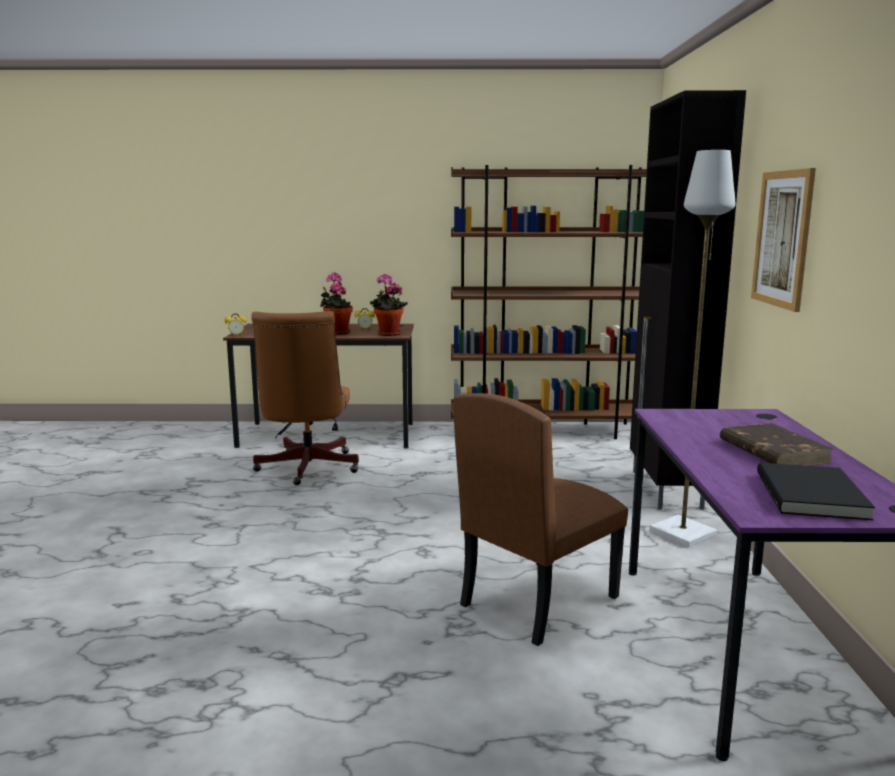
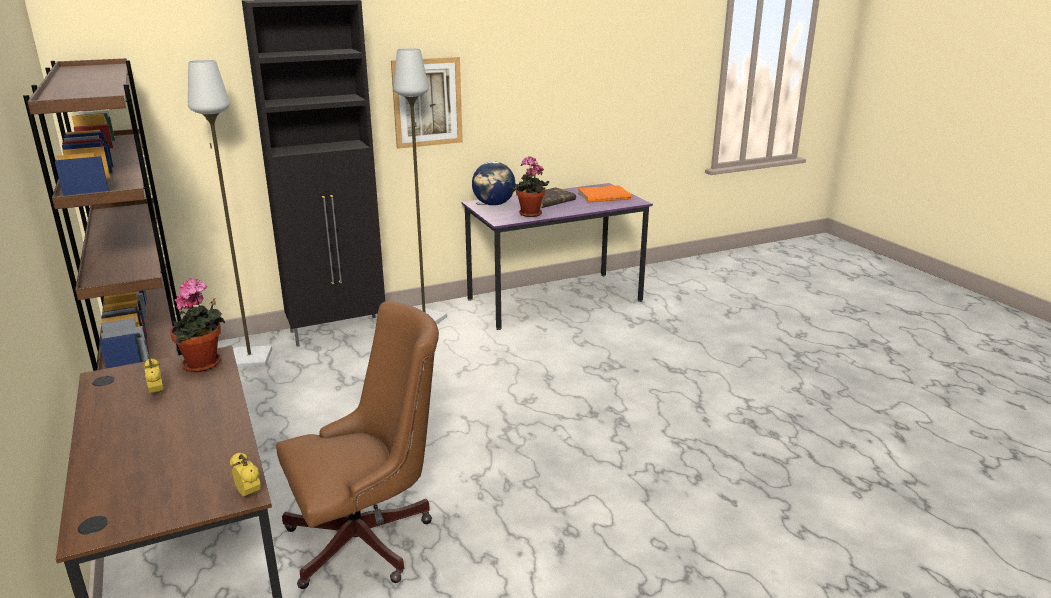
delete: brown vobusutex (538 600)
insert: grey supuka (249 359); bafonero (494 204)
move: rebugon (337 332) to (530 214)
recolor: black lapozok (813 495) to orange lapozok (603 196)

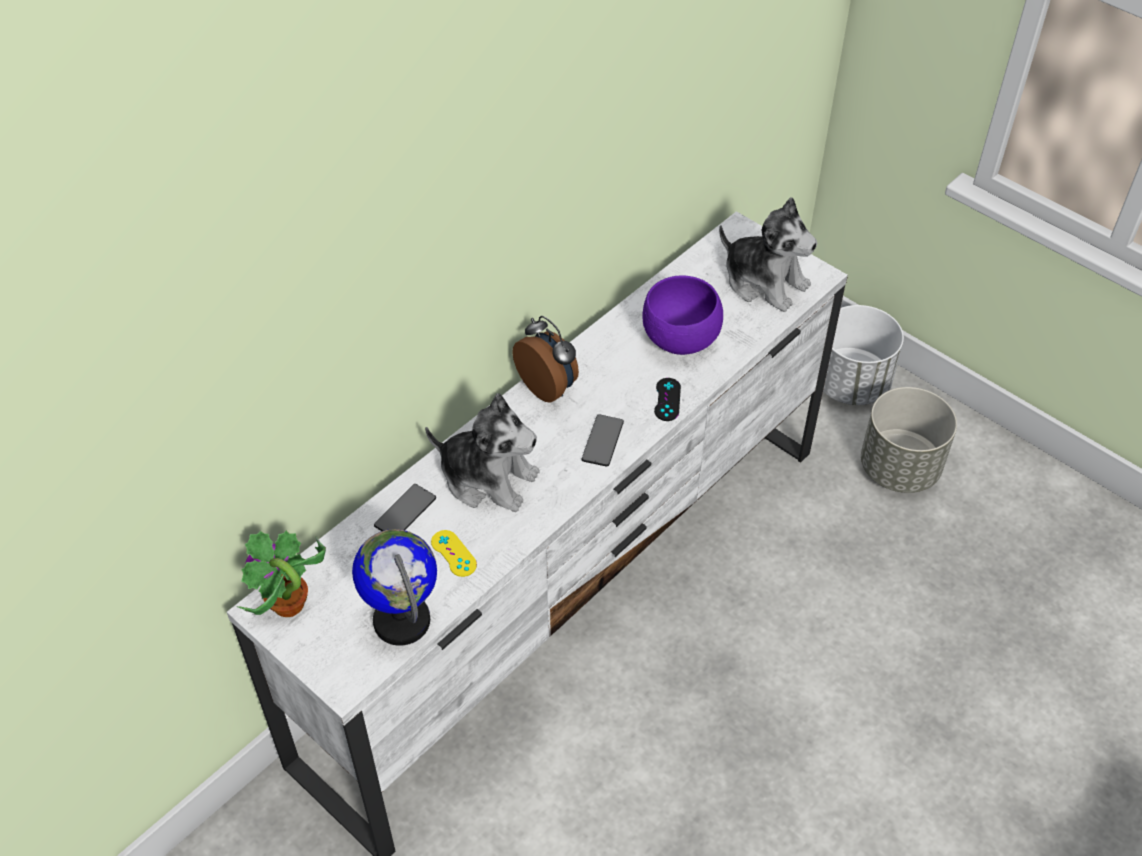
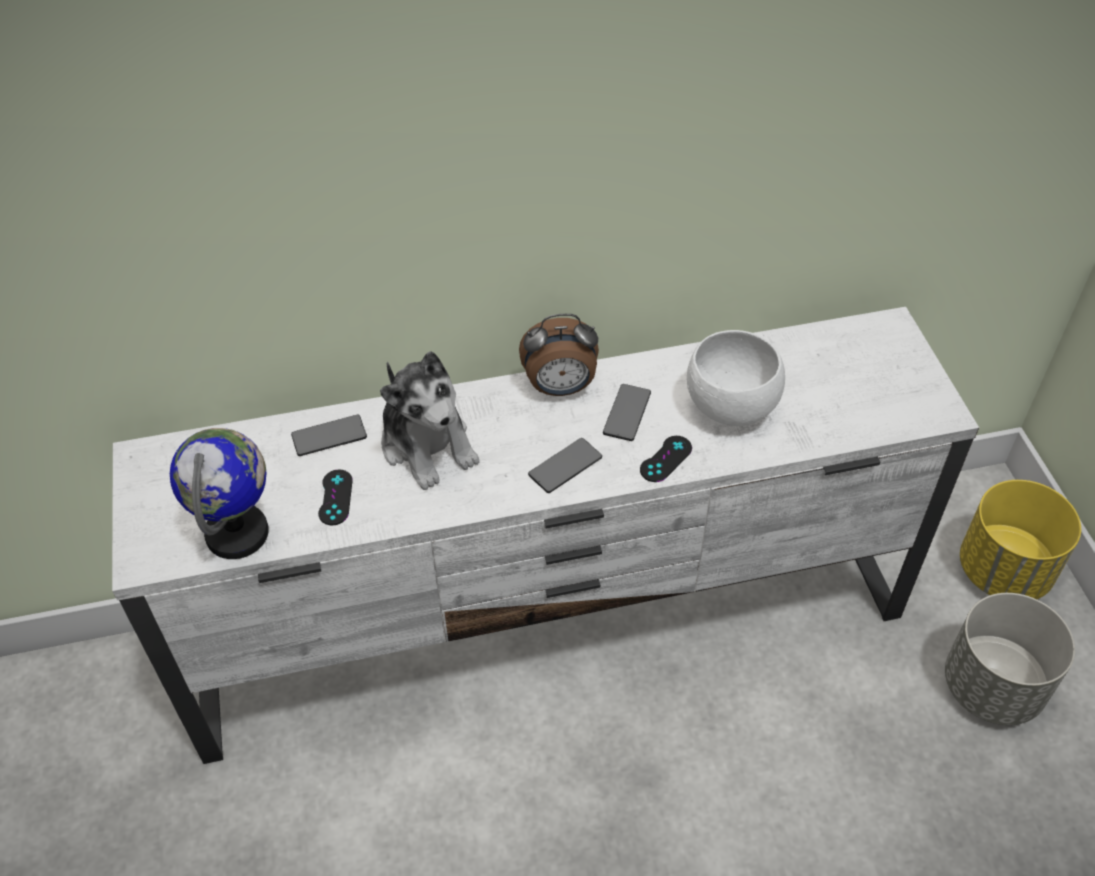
delete: rebugon (288 605); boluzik (764 282)
insert: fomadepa (627 413)
recolor: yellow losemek (453 553) to black losemek (335 497); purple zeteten (681 342) to white zeteten (731 409); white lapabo (851 384) to yellow lapabo (1004 571)
rotate: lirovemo (548 386) = (560 388) 90 degrees clockwise

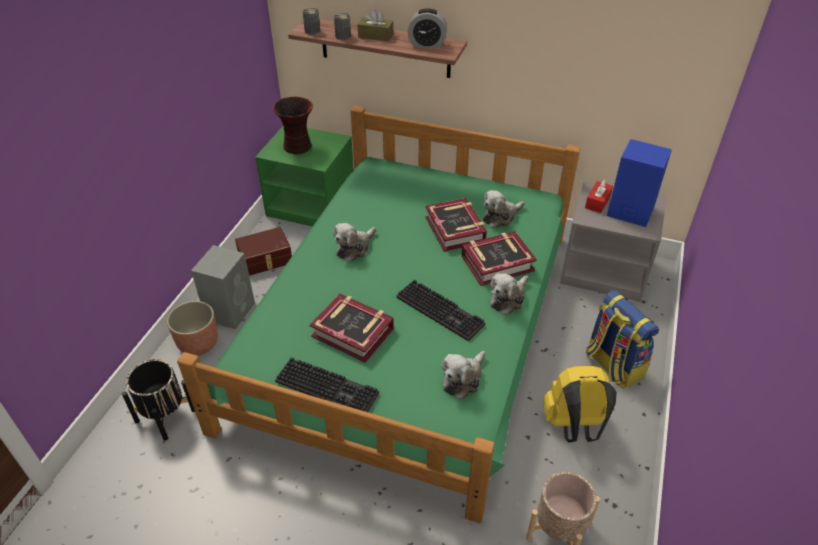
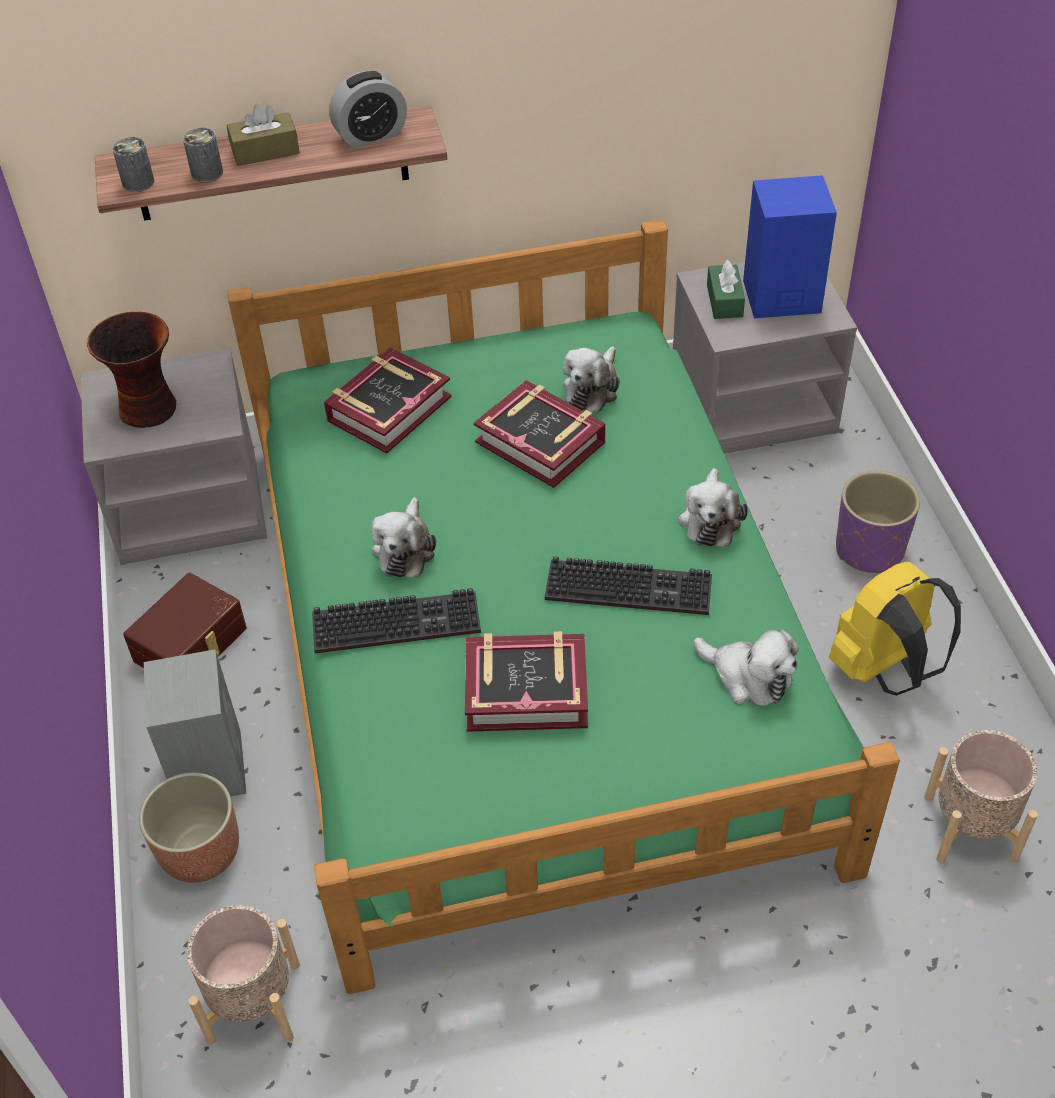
move: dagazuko (329 386) to (399 621); lapozok (497 263) to (388 409)
replace: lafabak (612 365) to purple lapabo (868 550)
recolor: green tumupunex (312 205) to grey tumupunex (191 506); black lapabo (165 416) to beige lapabo (254 1003); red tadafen (597 202) to green tadafen (724 301)
rotate: boluzik (463 379) = (748 677) 60 degrees counterclockwise

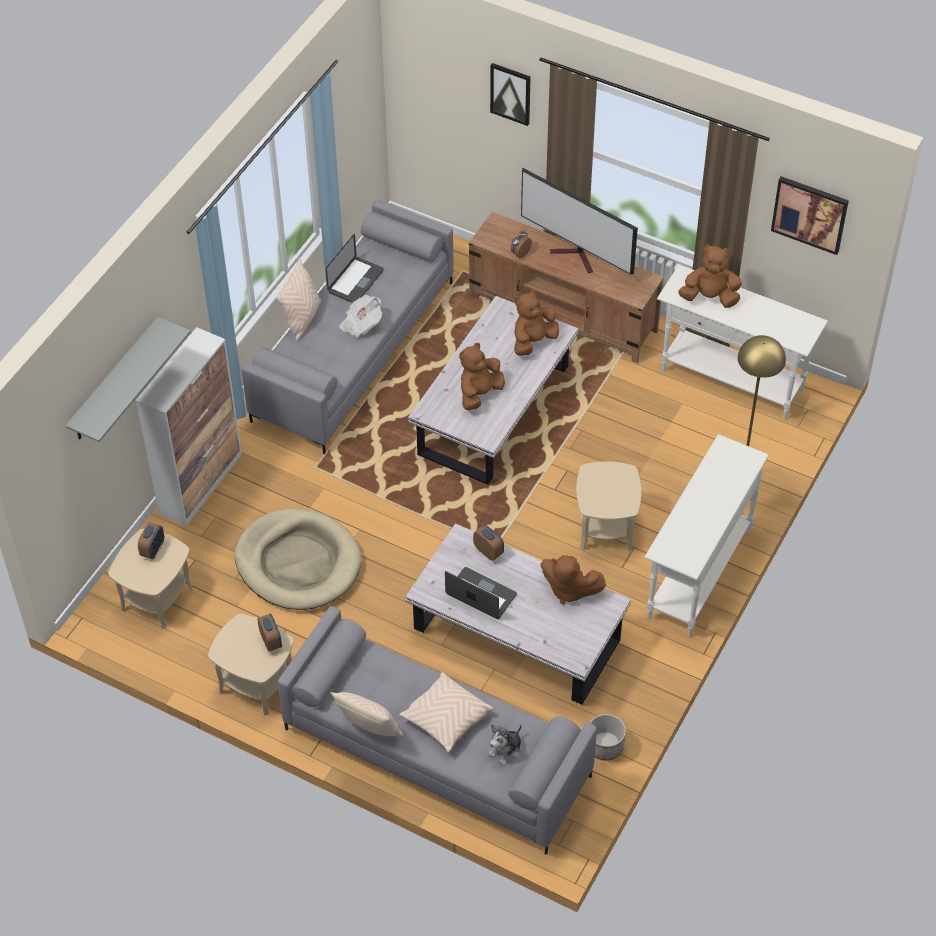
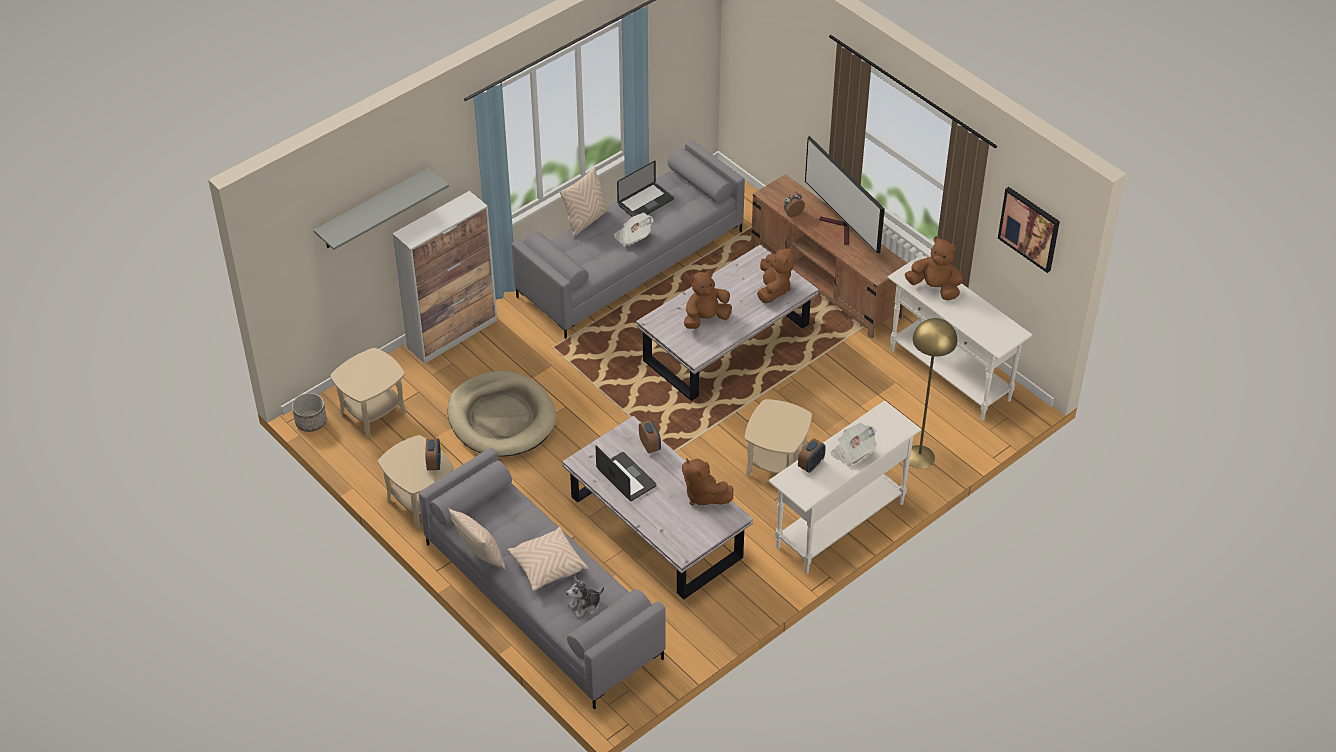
delete: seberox (511 93)
insert: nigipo (853 452)
move: lapabo (605 746) to (310 422); lirovemo (153 550) to (811 465)
rotate: brown boluzik (533 341) = (773 289) 120 degrees clockwise

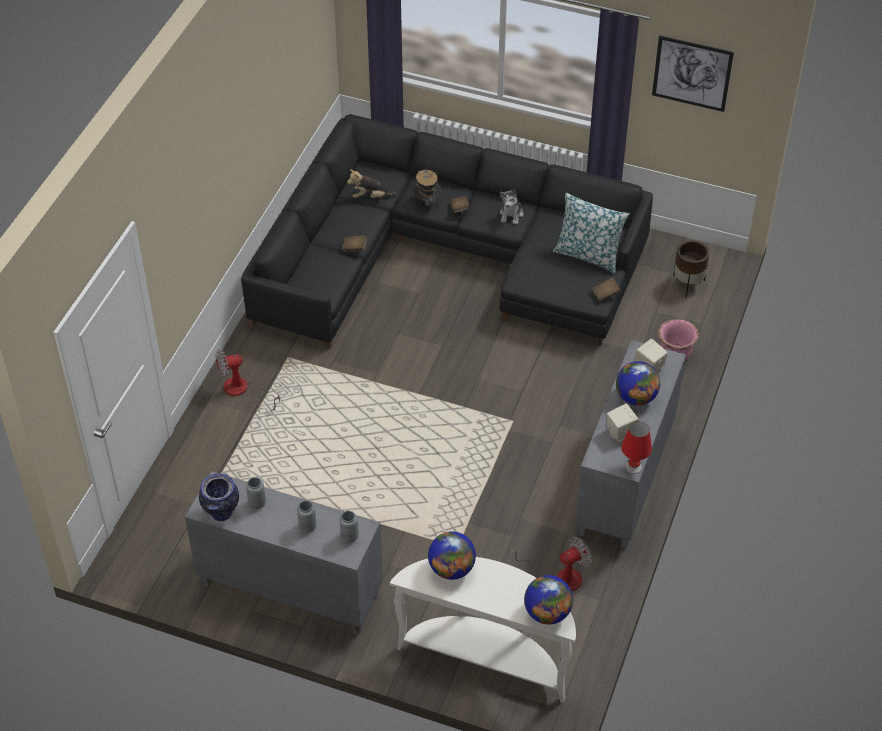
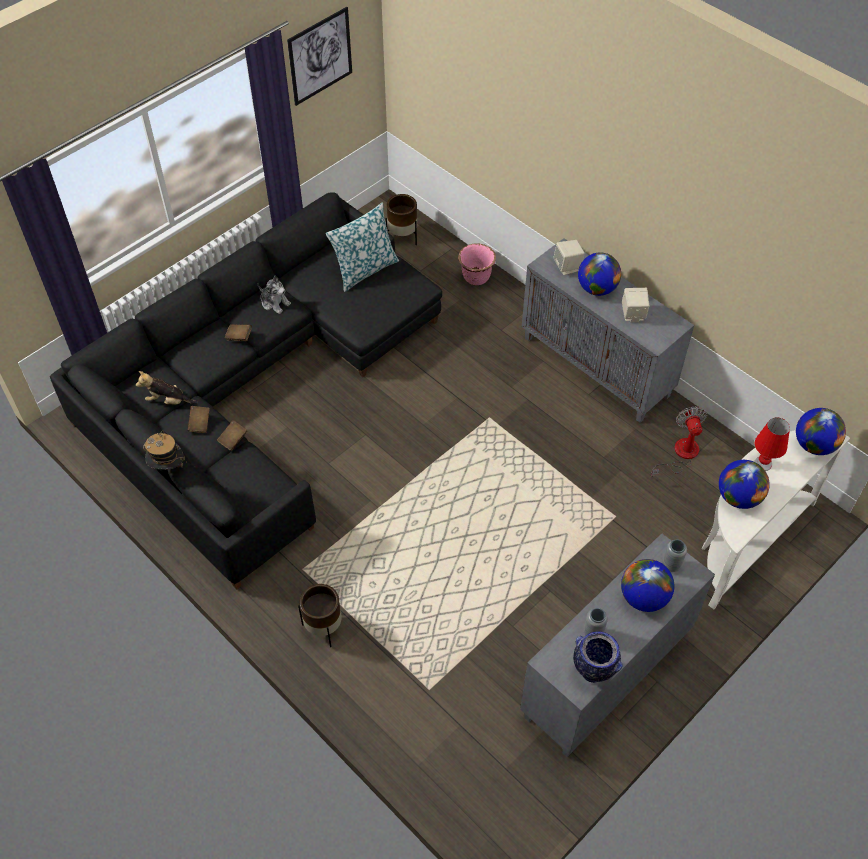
move: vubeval (426 202) to (168 467); brown lapozok (605 294) to (200 423); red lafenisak (633 467) to (763 463)
replace: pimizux (242 391) to brown lapabo (324 628); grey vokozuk (307 527) to bafonero (643 597)
rotate: boluzik (371 197) = (168 401) 75 degrees clockwise

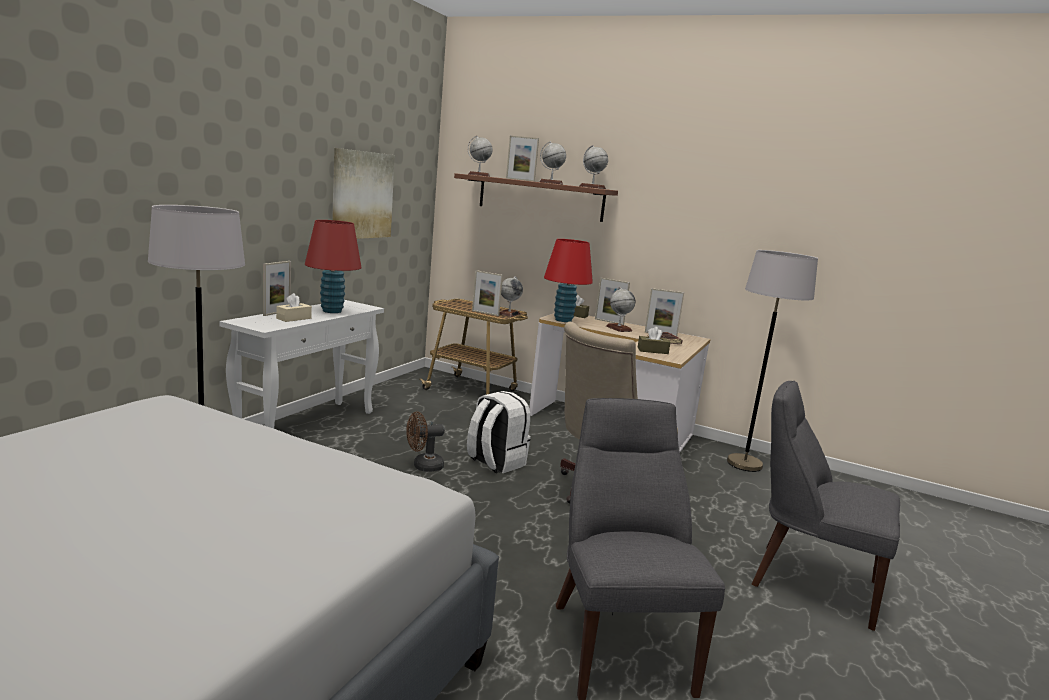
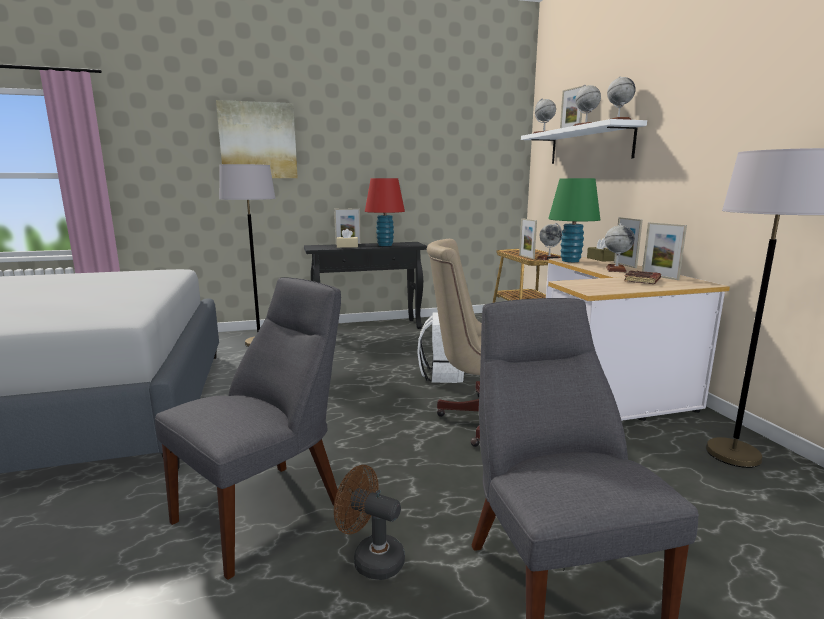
delete: brown tadafen (652 351)
move: seberox (362 195) to (258 141); brown pimizux (423 466) to (371 558)
recolor: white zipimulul (307 426) to black zipimulul (368 327); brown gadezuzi (540 198) to white gadezuzi (589 145); red lafenisak (563 320) to green lafenisak (570 261)

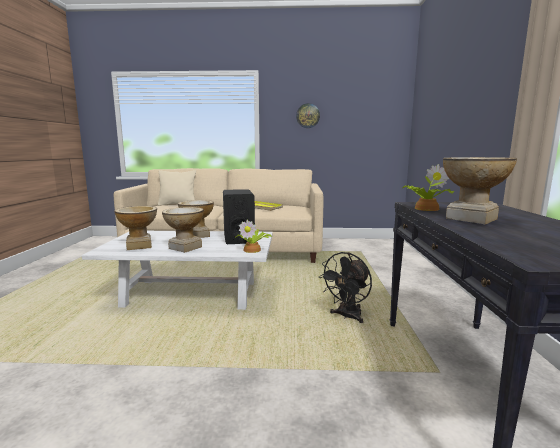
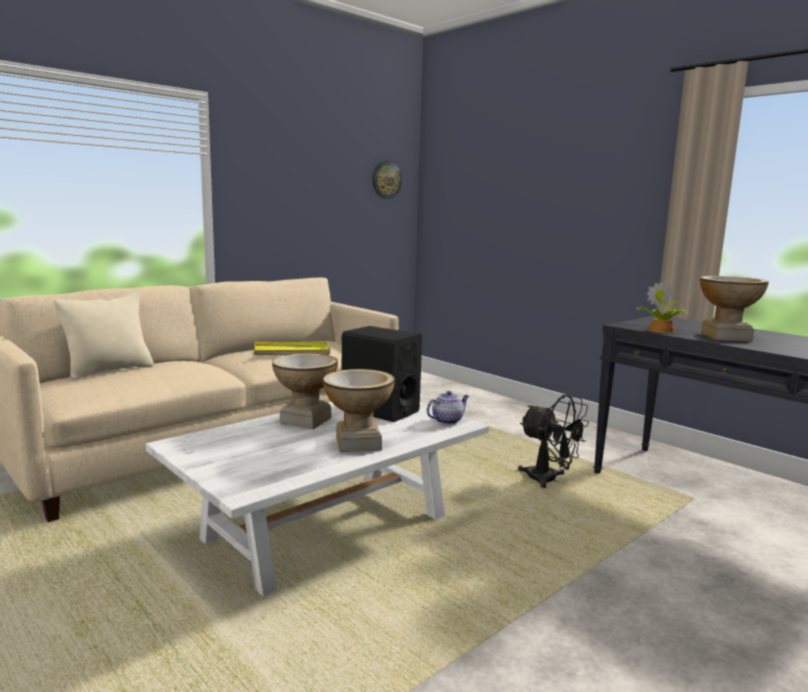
delete: vokozuk (139 246)
move: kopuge (308 115) to (386 180)
replace: rebugon (253 250) to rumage (447 420)
rotate: black pimizux (347 317) = (549 480) 45 degrees counterclockwise

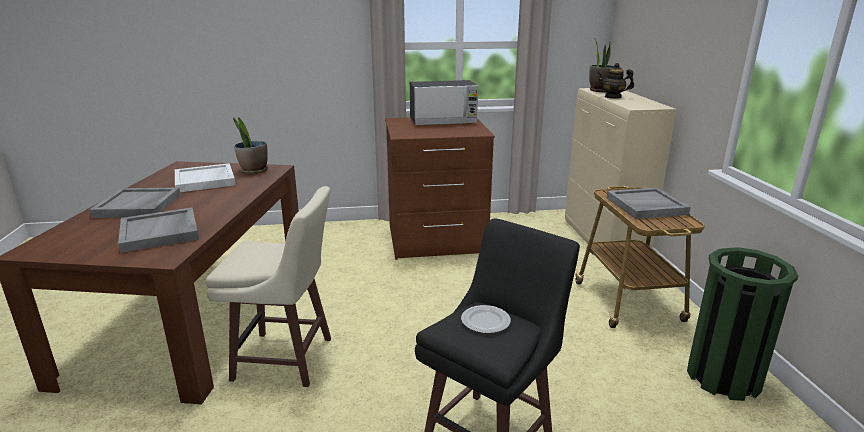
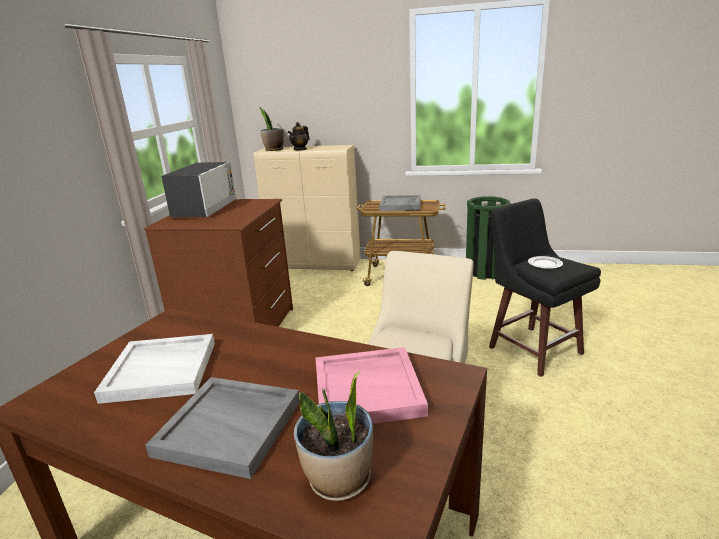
move: rebugon (254 171) to (339 480)
recolor: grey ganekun (160 233) to pink ganekun (368 389)

